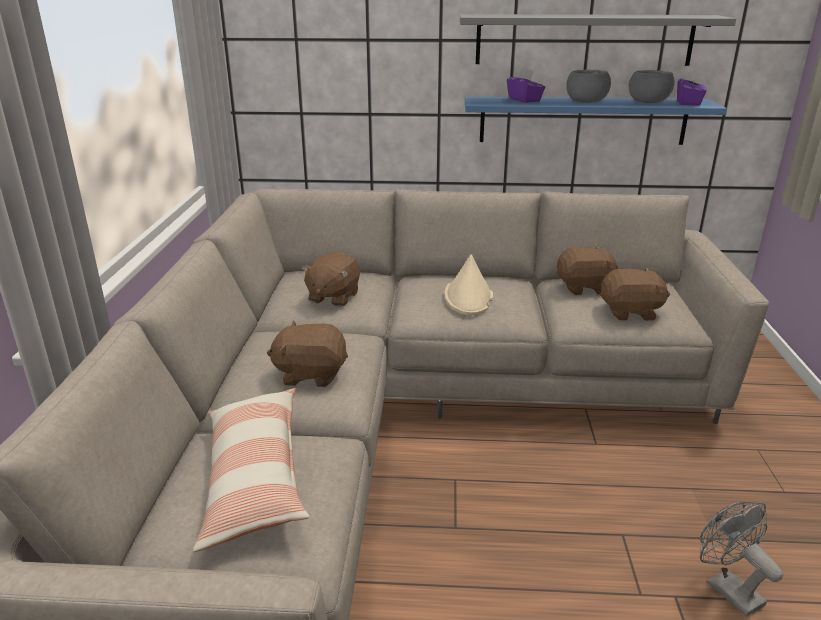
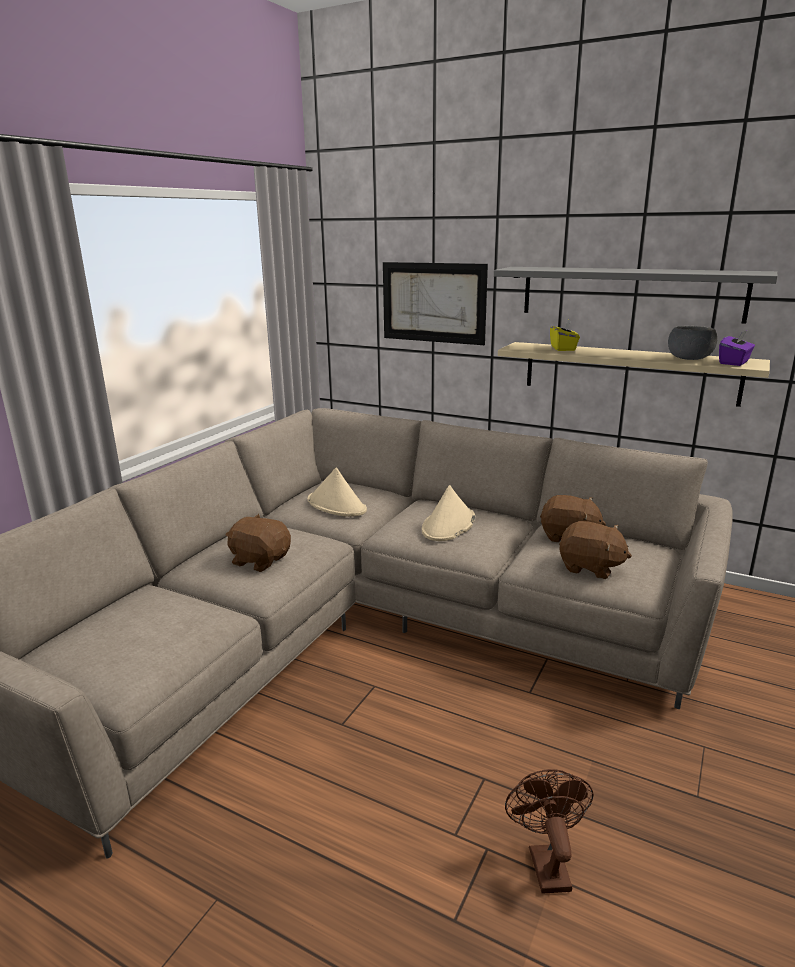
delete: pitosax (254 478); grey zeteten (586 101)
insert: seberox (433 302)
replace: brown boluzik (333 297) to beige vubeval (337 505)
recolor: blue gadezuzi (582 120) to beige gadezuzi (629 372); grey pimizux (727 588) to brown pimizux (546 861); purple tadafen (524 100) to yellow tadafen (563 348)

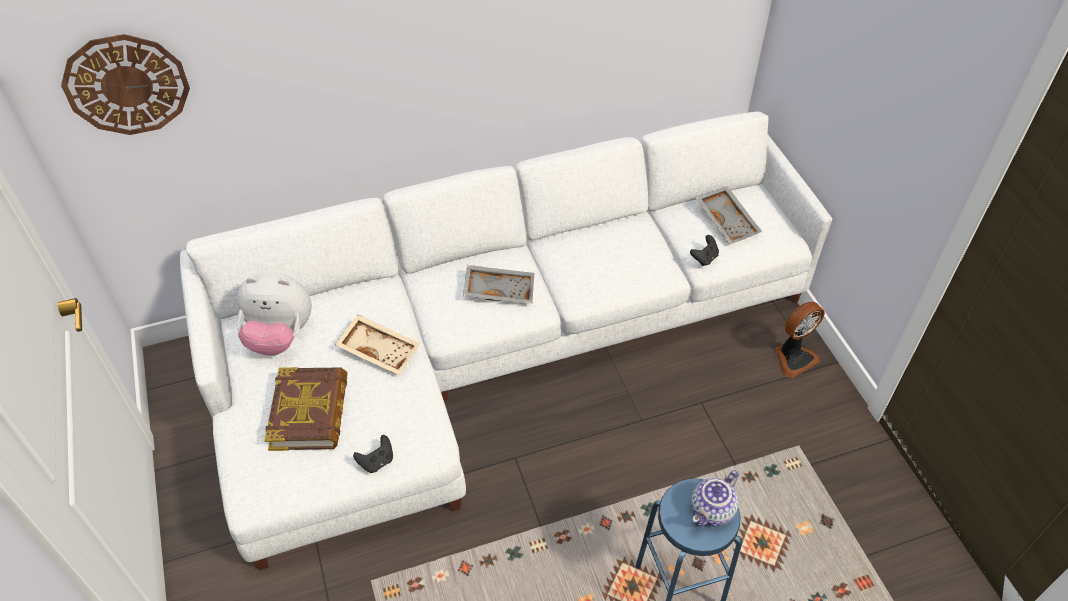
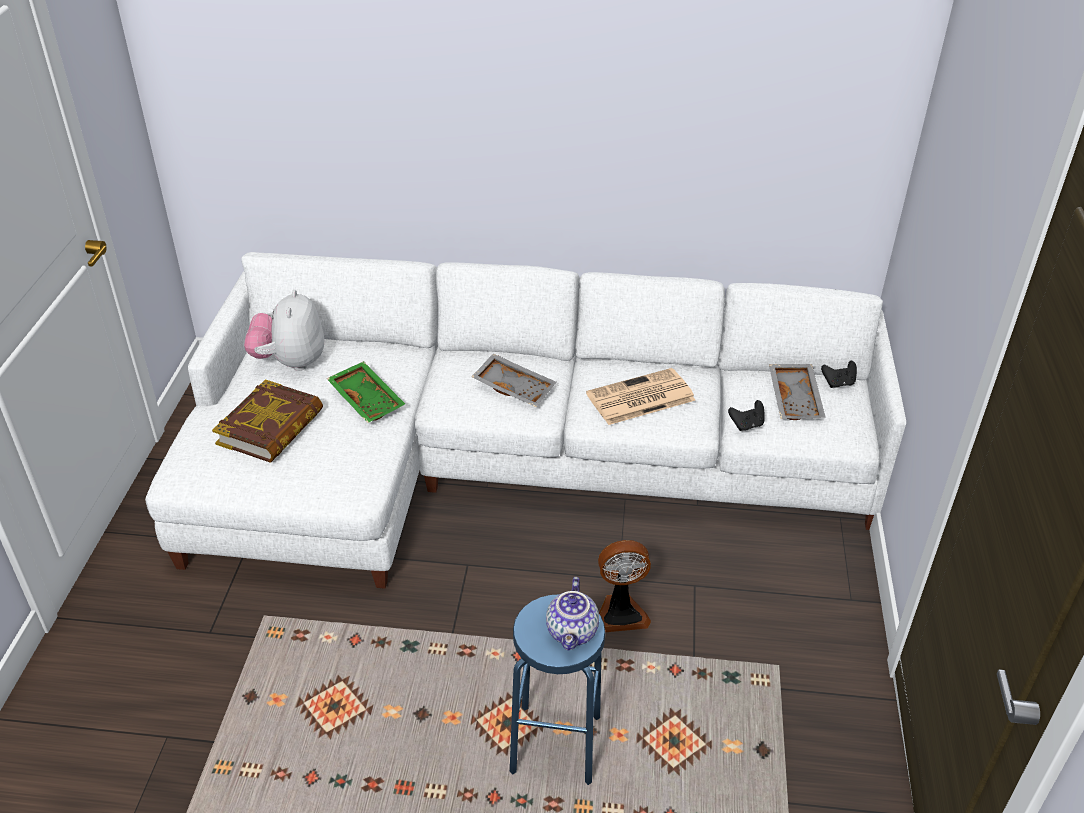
delete: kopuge (126 85)
insert: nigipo (639 398)
move: pimizux (793 357) to (620 612); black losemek (377 461) to (838 383)
recolor: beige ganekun (380 349) to green ganekun (368 399)
rotate: boluzik (280 336) = (290 362) 60 degrees clockwise; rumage (712 511) = (573 632) 60 degrees counterclockwise

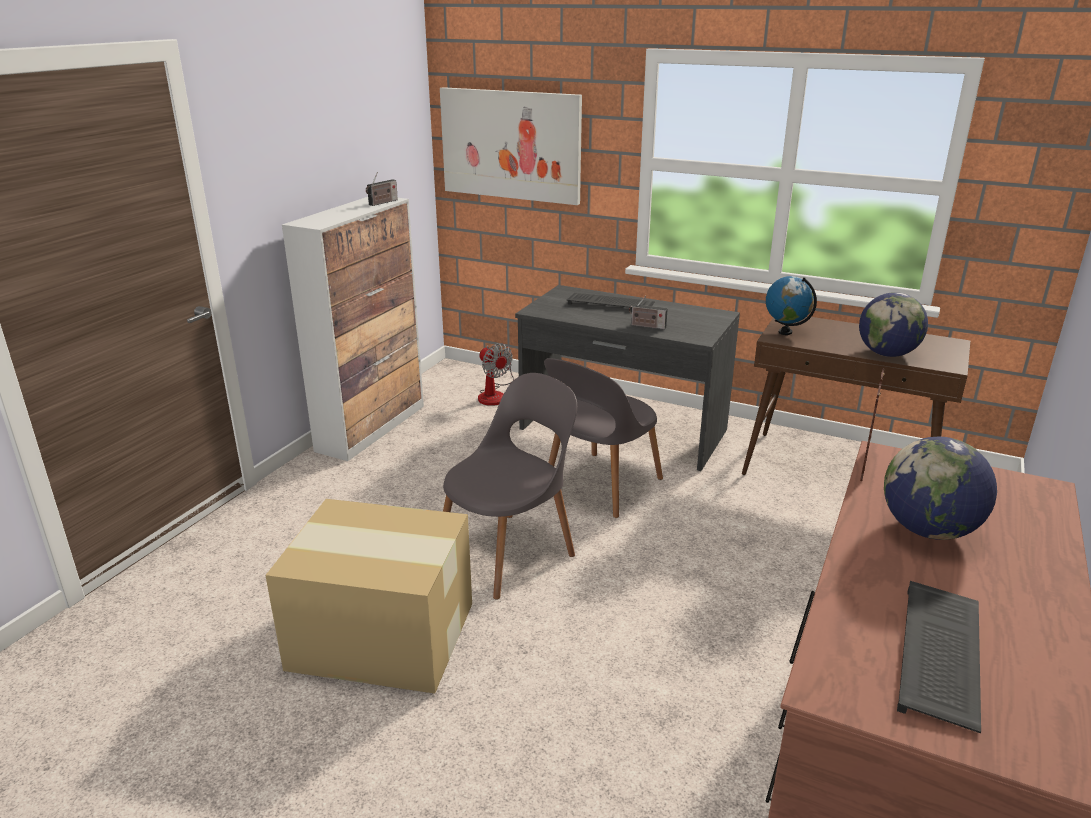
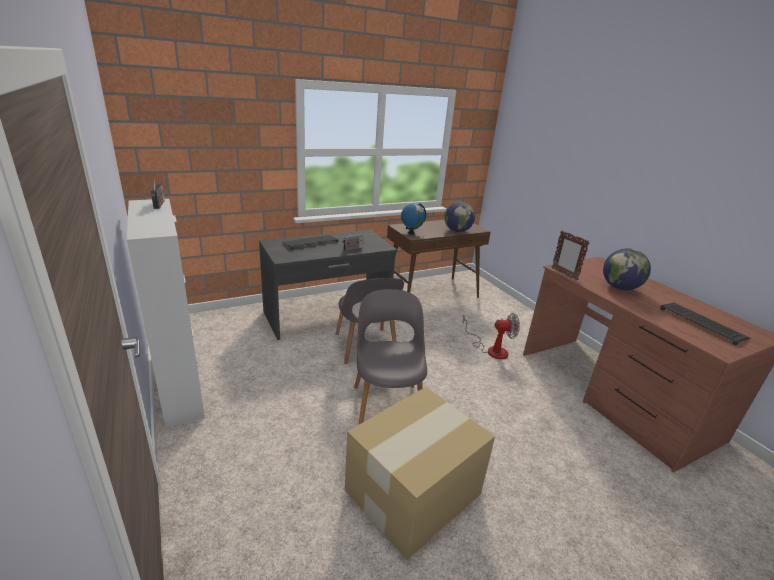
delete: seberox (510 145)
move: pimizux (495 394) to (491 349)

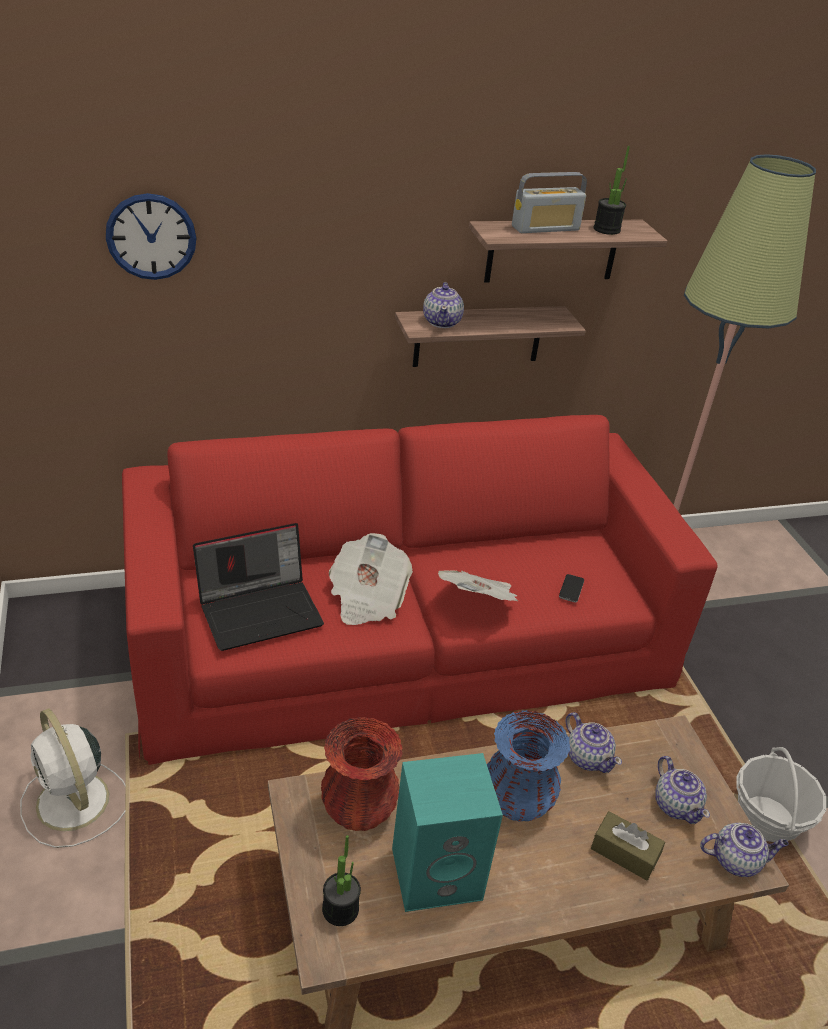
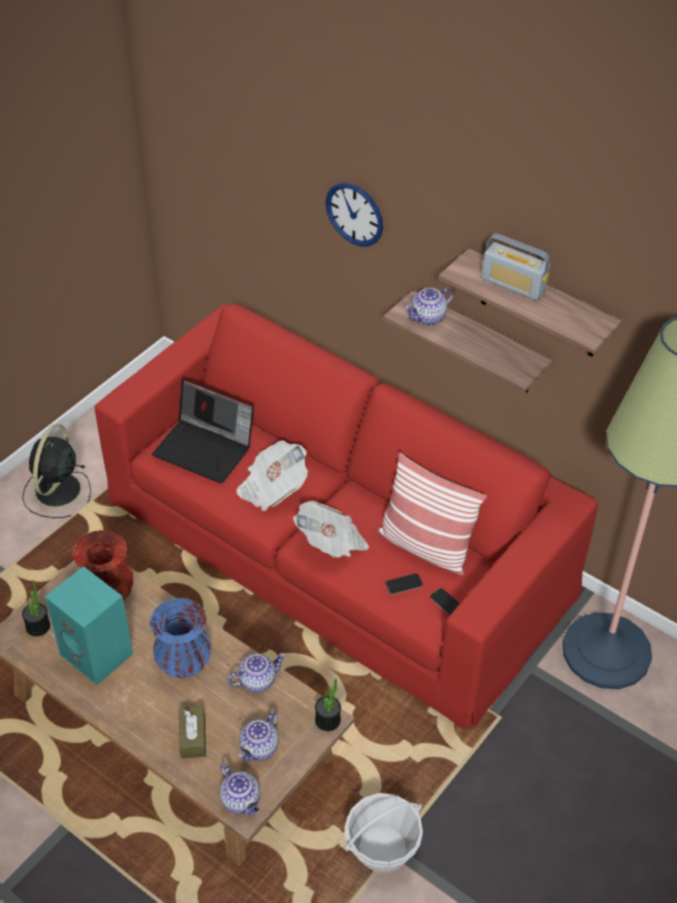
insert: pitosax (425 546); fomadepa (447 603)
move: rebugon (606 229) to (327 720); kopuge (151 237) to (354 214)
recolor: white pimizux (74 803) to black pimizux (57 492)
rotate: rumage (587 757) = (256 680) 135 degrees counterclockwise

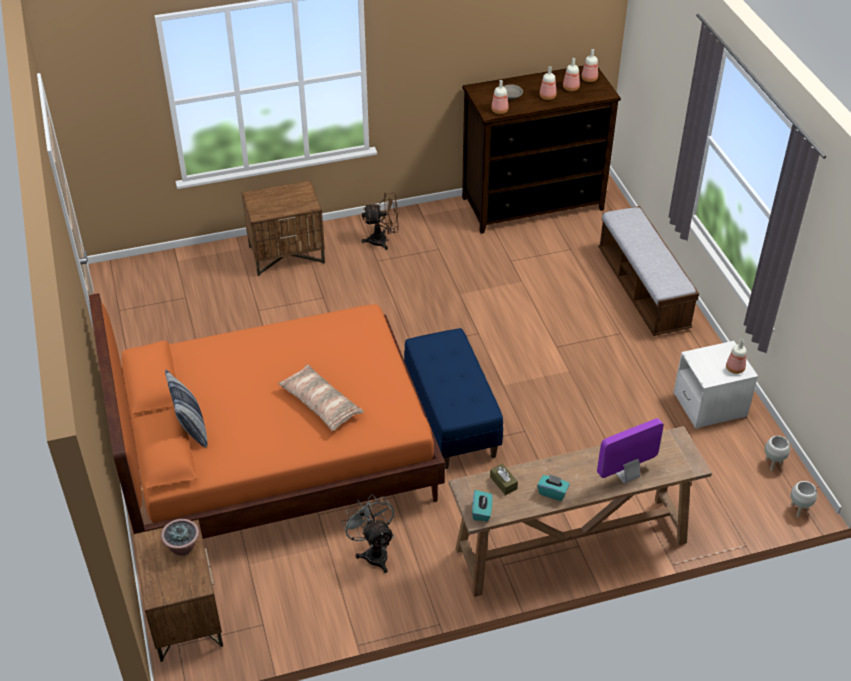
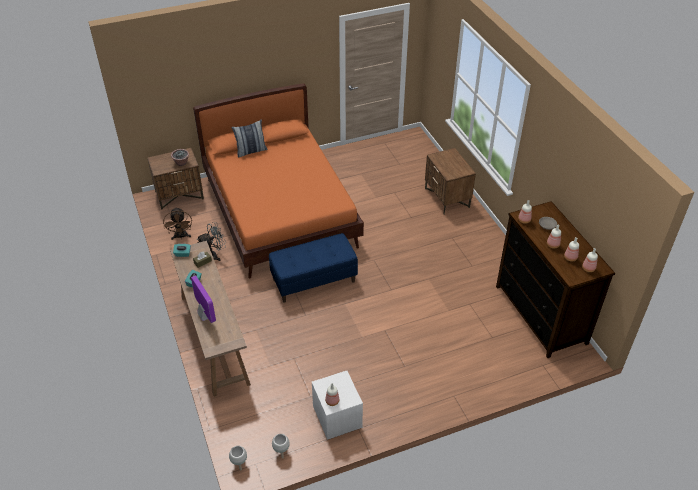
delete: pitosax (320 404); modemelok (642 290)
move: brown pimizux (383 240) to (181 237)

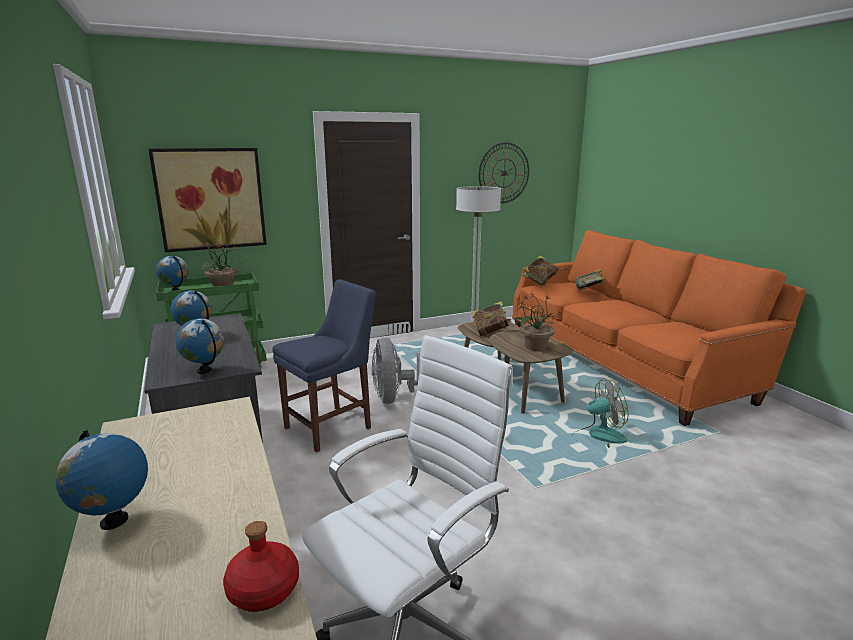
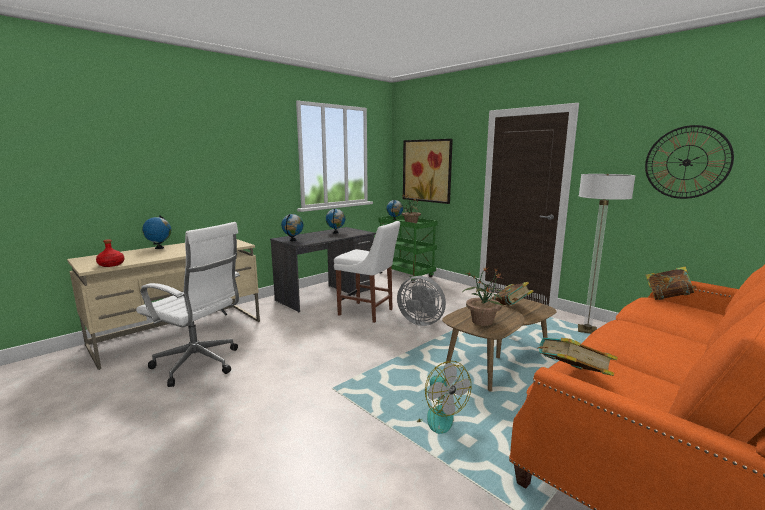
move: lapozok (588 292) to (572 377)
recolor: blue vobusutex (332 426) to white vobusutex (368 312)
rotate: grey pimizux (394 398) = (421 321) 120 degrees counterclockwise

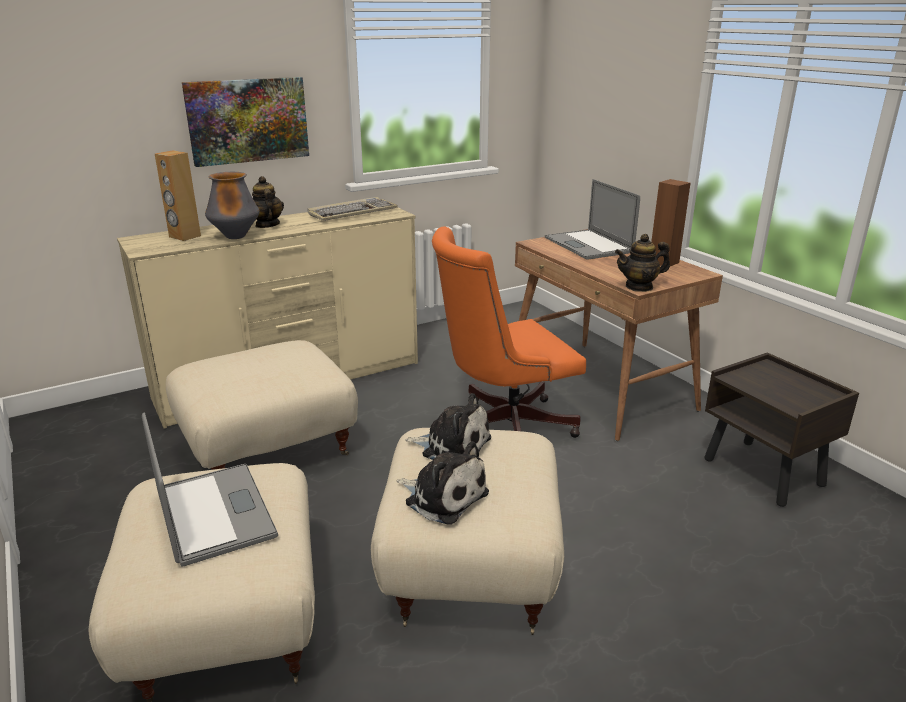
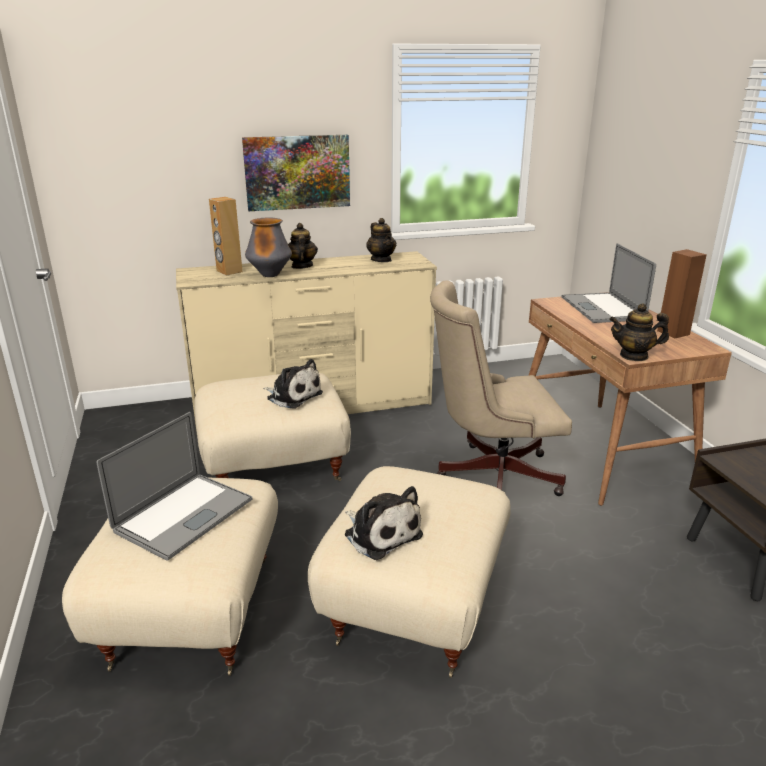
move: boluzik (452 446) to (292 396)
replace: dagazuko (352 212) to rumage (381 260)
recolor: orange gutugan (502 427) to beige gutugan (490 476)
rotate: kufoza (214 513) = (184 515) 45 degrees clockwise

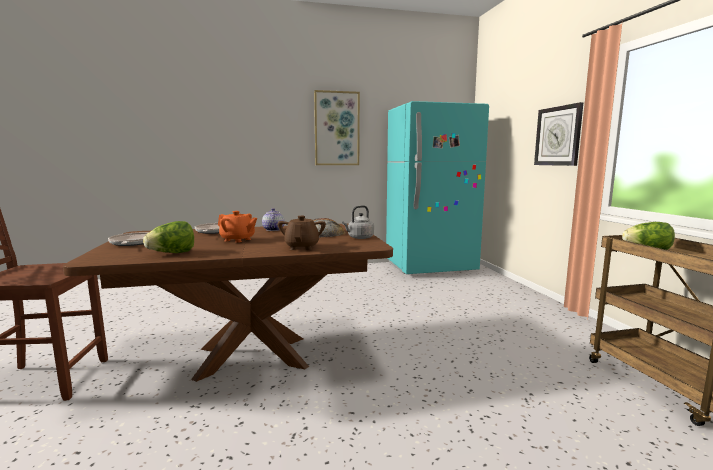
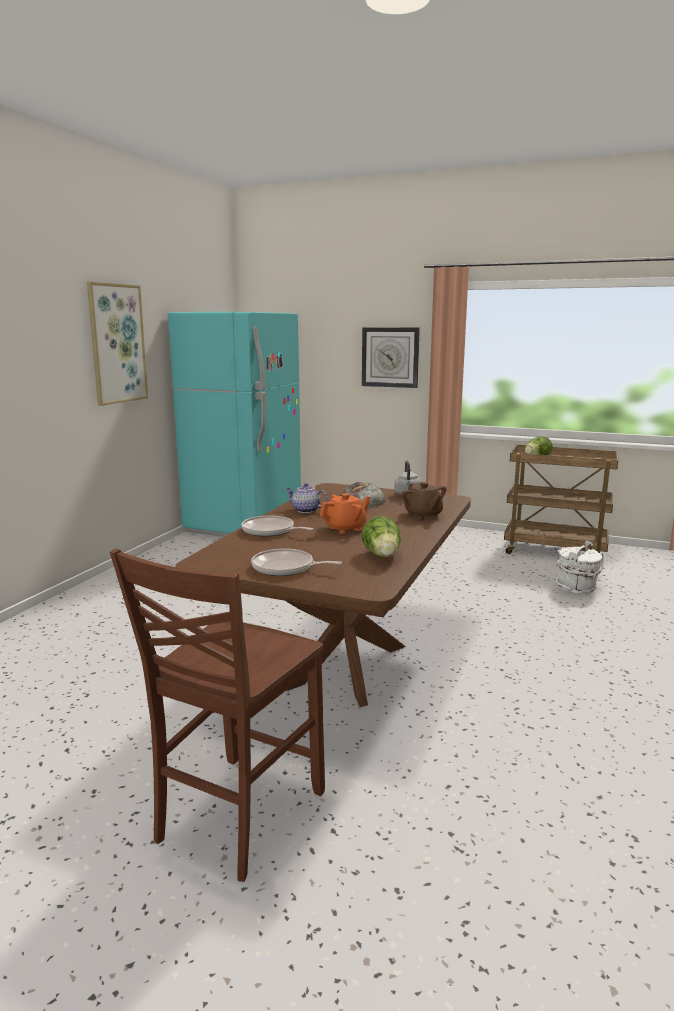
insert: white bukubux (576 588)
rotate: brown rumage (302 247) = (423 515) 150 degrees counterclockwise

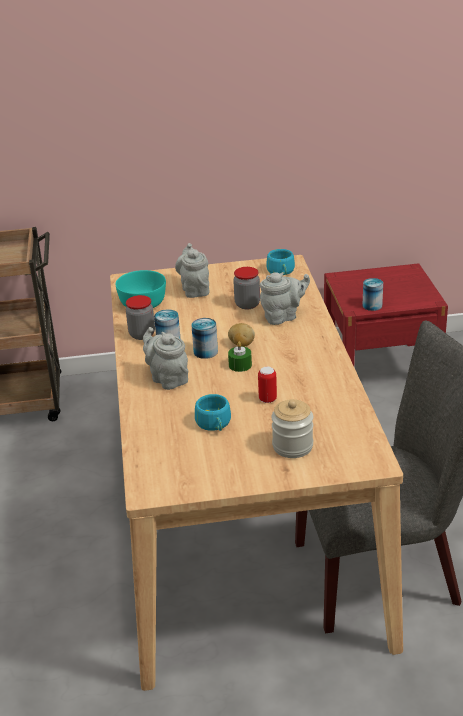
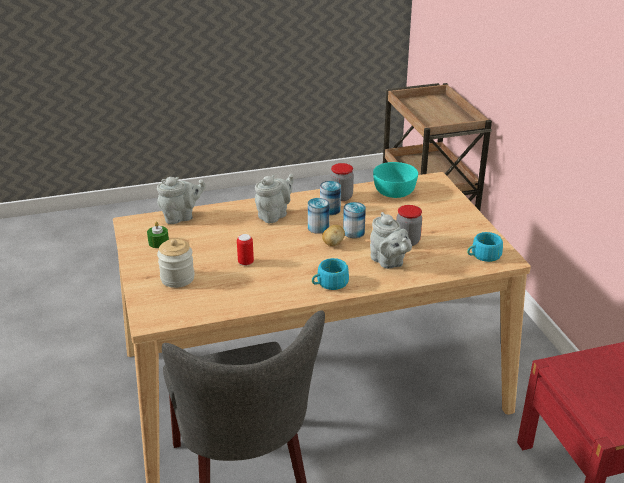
move: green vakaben (240 365) to (158 242); grey rumage (195 290) to (181 217); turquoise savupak (214 424) to (329 283); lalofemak (372 305) to (353 232)

